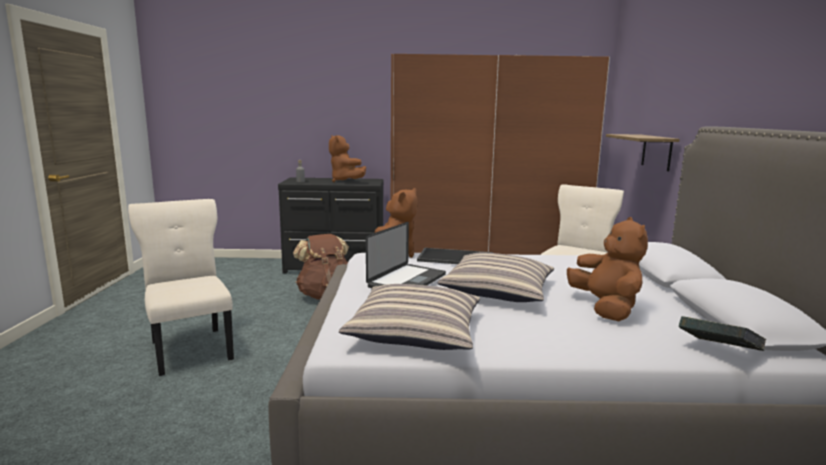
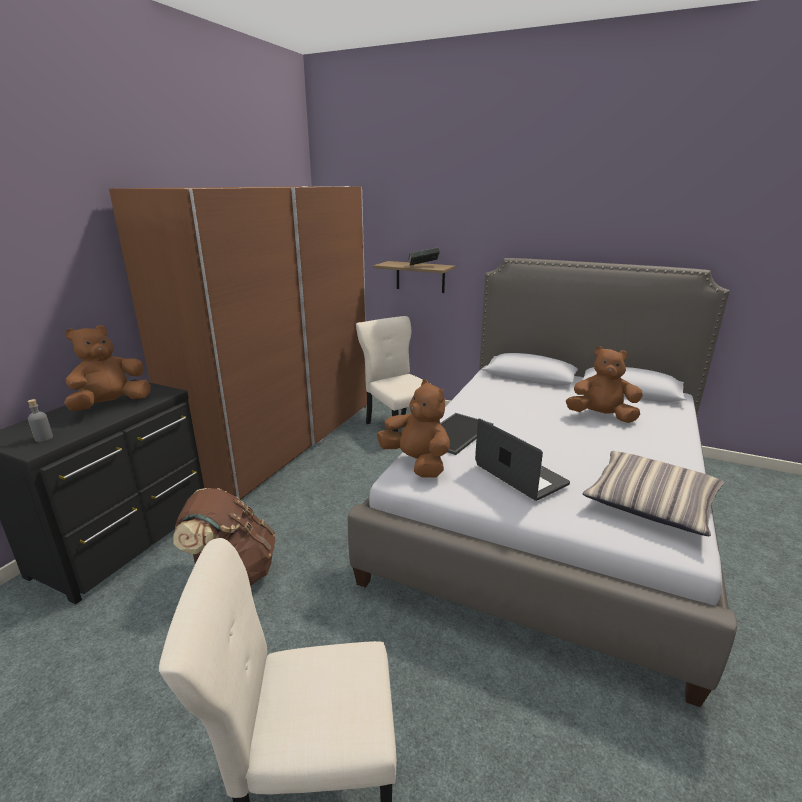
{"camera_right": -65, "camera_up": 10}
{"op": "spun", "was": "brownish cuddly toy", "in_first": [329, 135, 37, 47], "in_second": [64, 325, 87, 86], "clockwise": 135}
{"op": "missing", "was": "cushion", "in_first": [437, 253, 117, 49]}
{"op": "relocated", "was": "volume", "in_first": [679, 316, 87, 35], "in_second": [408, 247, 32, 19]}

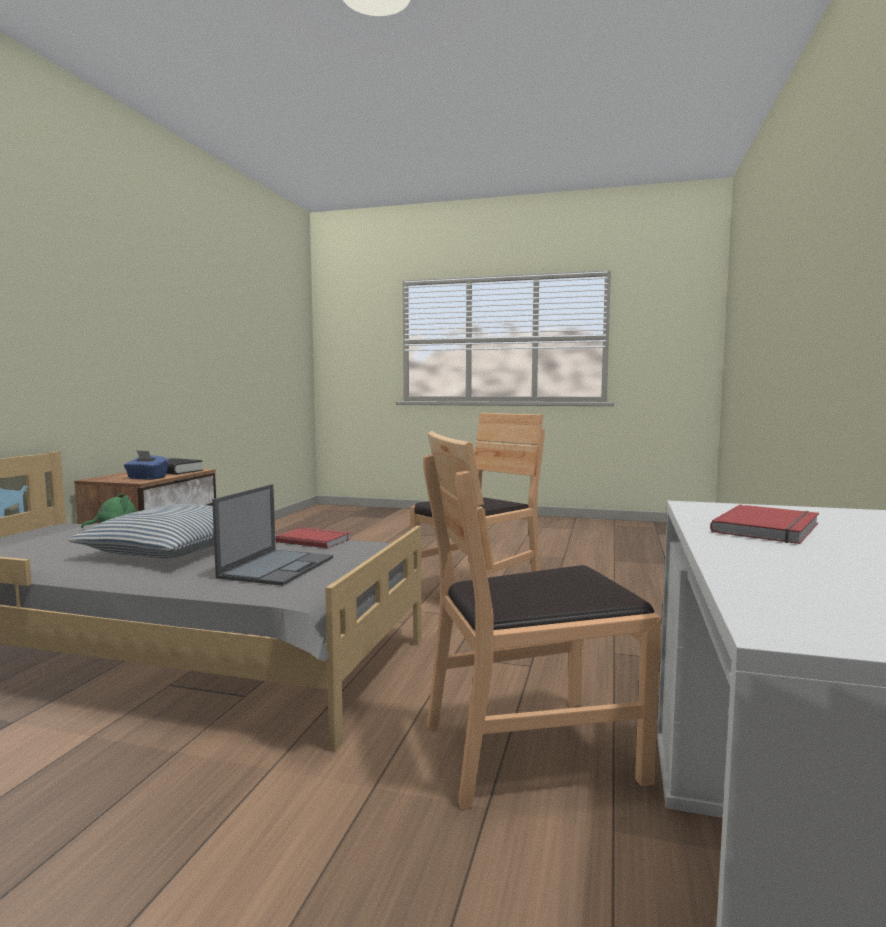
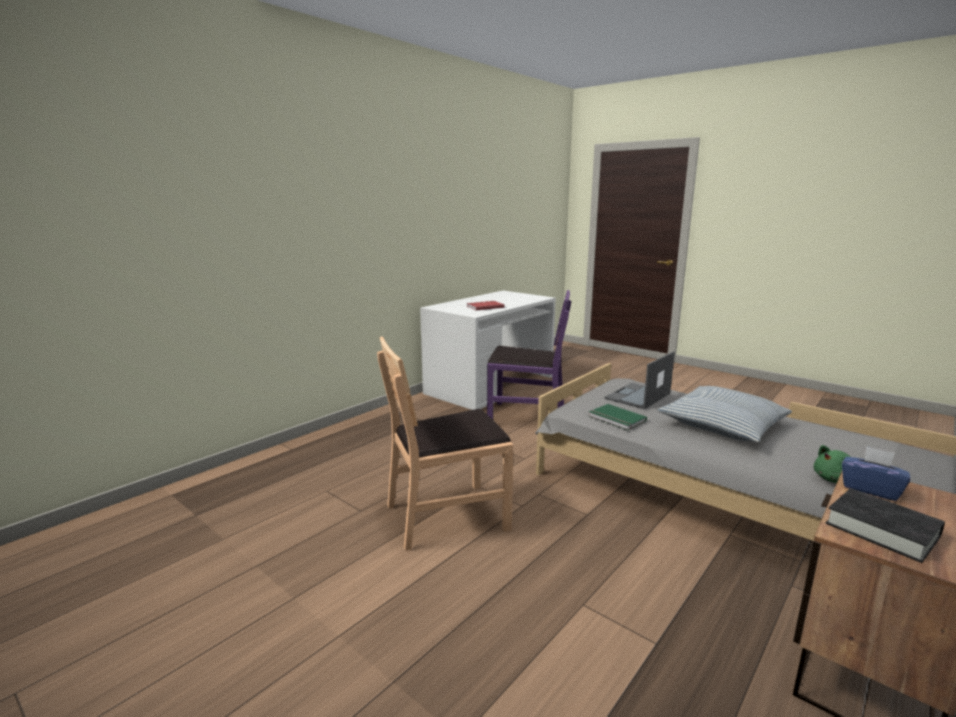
{"camera_right": -155, "camera_up": 10}
{"op": "colour", "was": "brownish plain chair", "now": "purple-coloured plain chair", "in_first": [423, 431, 238, 379], "in_second": [487, 290, 84, 130]}
{"op": "colour", "was": "red volume", "now": "green volume", "in_first": [275, 527, 76, 21], "in_second": [589, 404, 58, 26]}

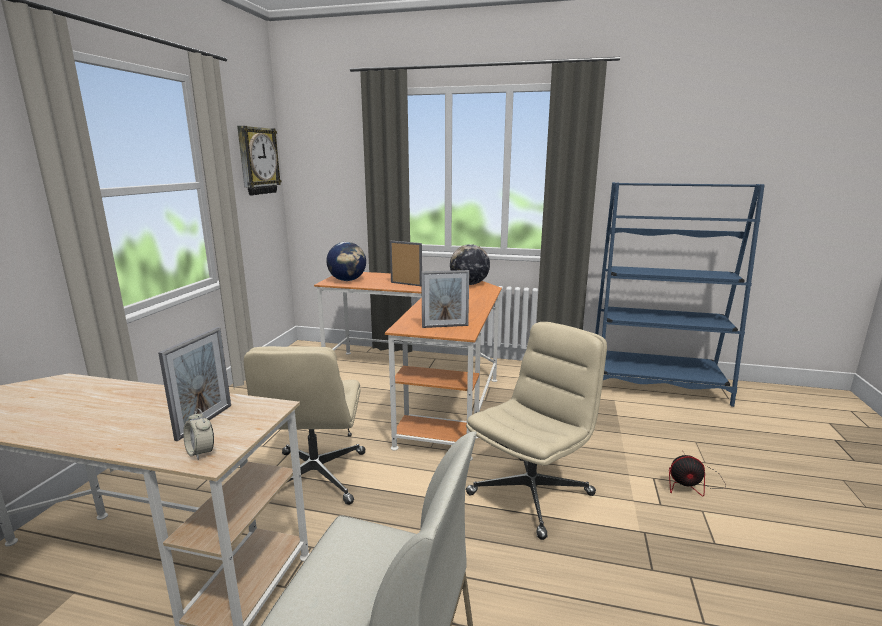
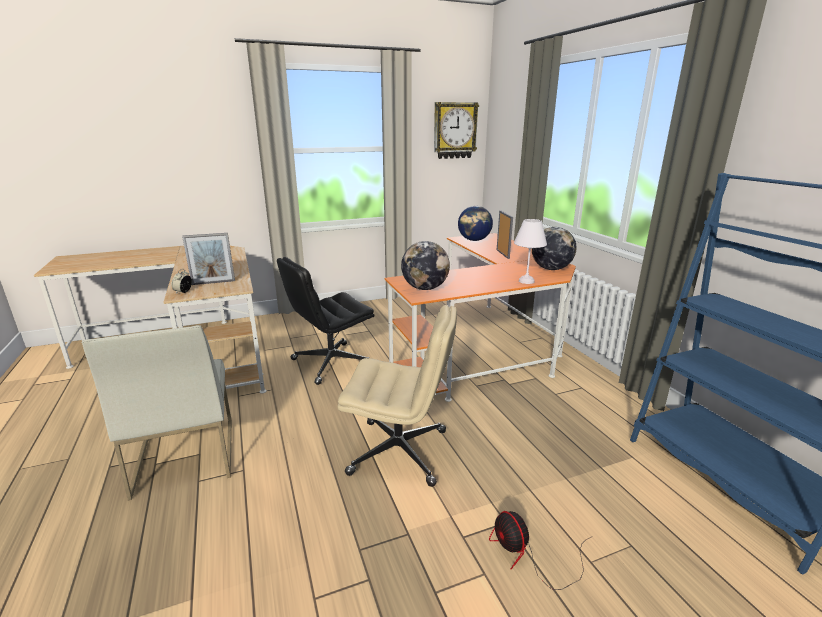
{"camera_right": 55, "camera_up": 5}
{"op": "exchanged", "was": "photo frame", "now": "world globe", "in_first": [421, 270, 48, 58], "in_second": [401, 241, 49, 49]}
{"op": "colour", "was": "sand-coloured office chair", "now": "black office chair", "in_first": [244, 346, 121, 159], "in_second": [277, 257, 97, 128]}
{"op": "appeared", "now": "whitish tabletop lamp", "in_second": [514, 219, 33, 65]}

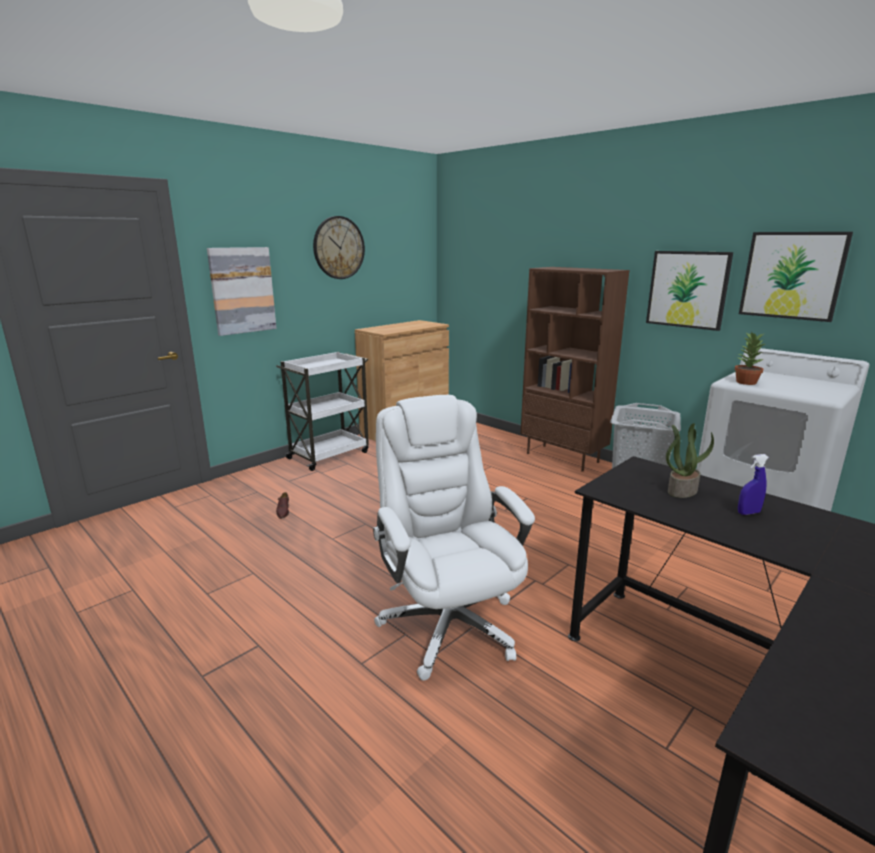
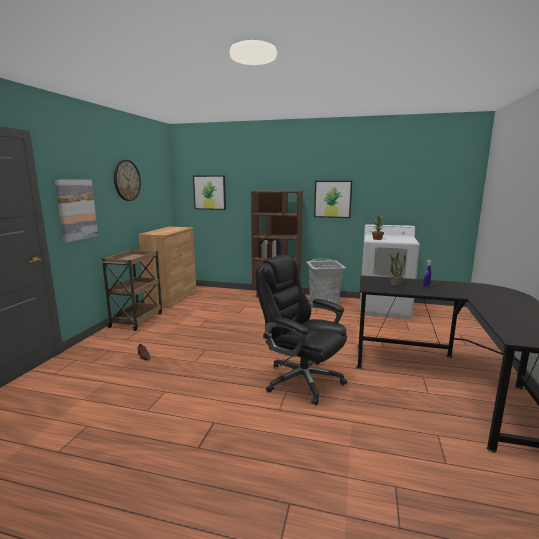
{"camera_right": -30, "camera_up": -5}
{"op": "relocated", "was": "picture", "in_first": [739, 232, 114, 90], "in_second": [193, 175, 33, 35]}
{"op": "colour", "was": "whitish cart", "now": "brownish cart", "in_first": [276, 352, 93, 119], "in_second": [101, 250, 61, 81]}
{"op": "colour", "was": "whitish office chair", "now": "black office chair", "in_first": [373, 395, 162, 286], "in_second": [256, 255, 91, 150]}

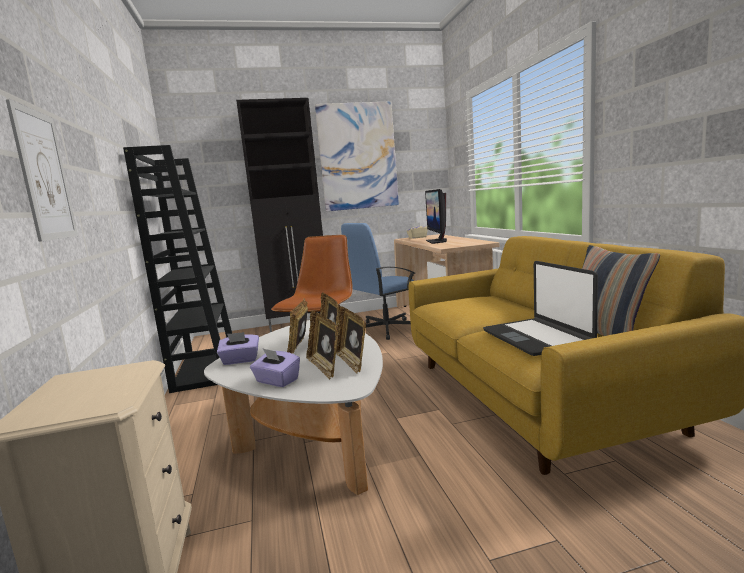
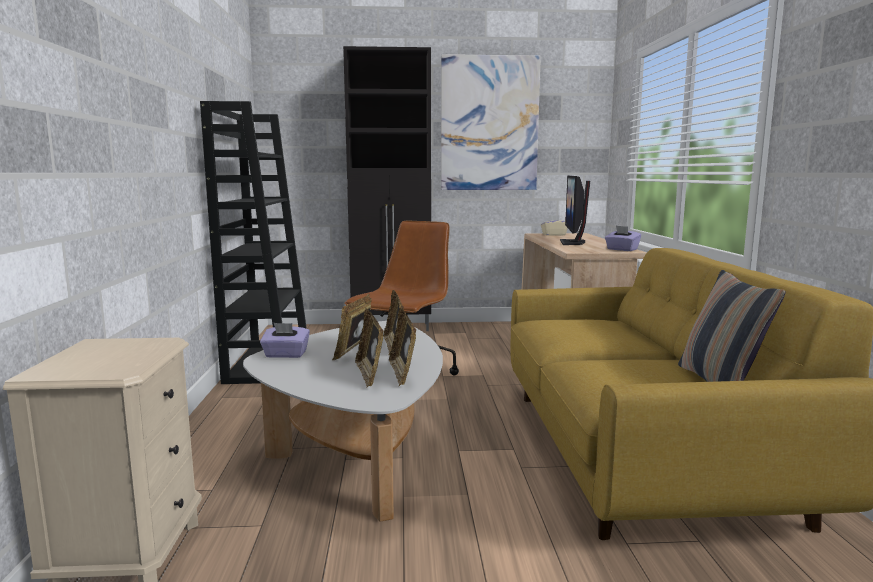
{"camera_right": 10, "camera_up": 0}
{"op": "missing", "was": "picture", "in_first": [6, 99, 72, 143]}
{"op": "missing", "was": "blue office chair", "in_first": [341, 223, 74, 117]}
{"op": "missing", "was": "portable computer", "in_first": [483, 261, 115, 95]}
{"op": "relocated", "was": "purple-coloured box of tissues", "in_first": [250, 348, 50, 39], "in_second": [605, 226, 36, 25]}

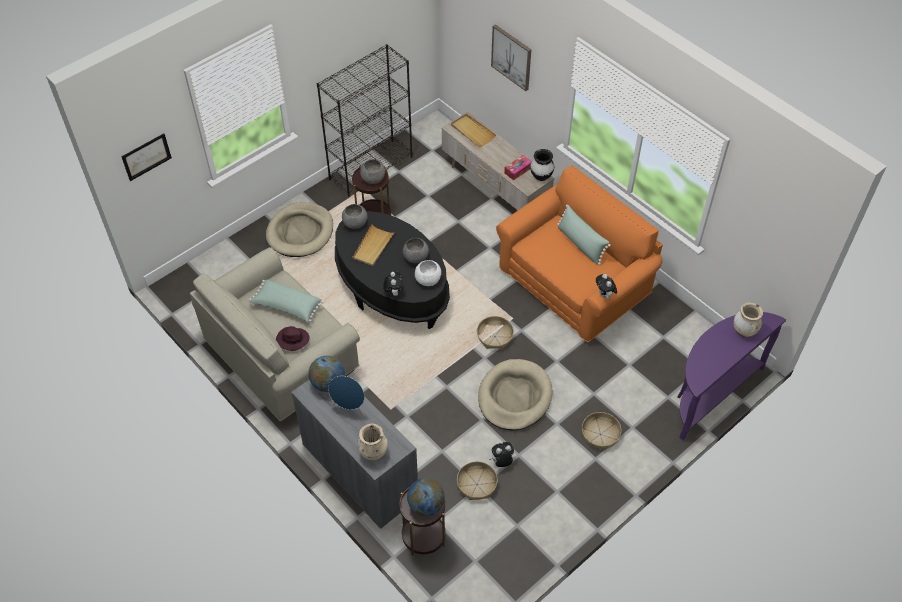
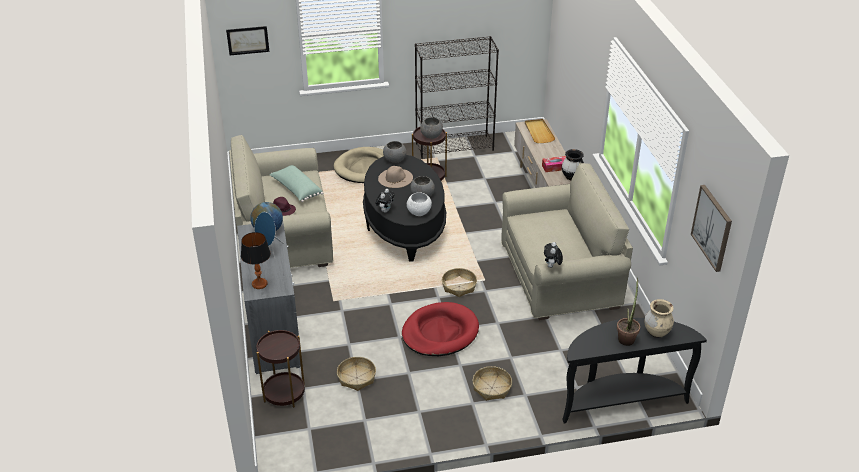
{"camera_right": 30, "camera_up": -15}
{"op": "relocated", "was": "picture", "in_first": [491, 24, 40, 67], "in_second": [691, 185, 41, 87]}
{"op": "colour", "was": "orangey settee", "now": "sand-coloured settee", "in_first": [496, 165, 167, 177], "in_second": [501, 163, 132, 157]}
{"op": "missing", "was": "green cushion", "in_first": [557, 205, 54, 60]}
{"op": "exchanged", "was": "sand-coloured carrying tray", "now": "sand-coloured hat", "in_first": [352, 224, 43, 42], "in_second": [378, 166, 35, 22]}
{"op": "colour", "was": "purple-coloured narrow table", "now": "black narrow table", "in_first": [678, 312, 108, 128], "in_second": [562, 318, 145, 106]}
{"op": "colour", "was": "sand-coloured dog bed", "now": "red dog bed", "in_first": [478, 359, 75, 72], "in_second": [402, 302, 77, 54]}
{"op": "exchanged", "was": "sand-coloured decorative vase", "now": "tabletop lamp", "in_first": [357, 424, 31, 36], "in_second": [241, 232, 30, 57]}
{"op": "missing", "was": "cuddly toy", "in_first": [489, 442, 25, 25]}
{"op": "missing", "was": "world globe", "in_first": [407, 478, 38, 38]}
{"op": "appeared", "now": "plant in a pot", "in_second": [617, 278, 23, 68]}

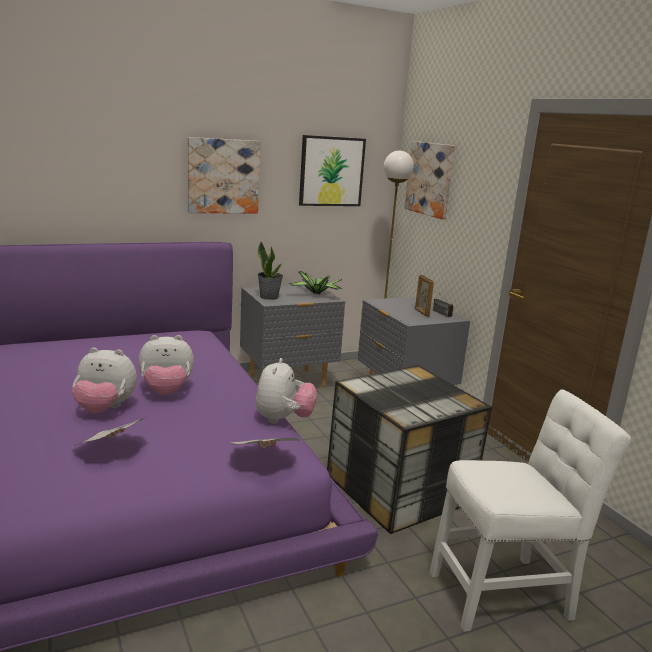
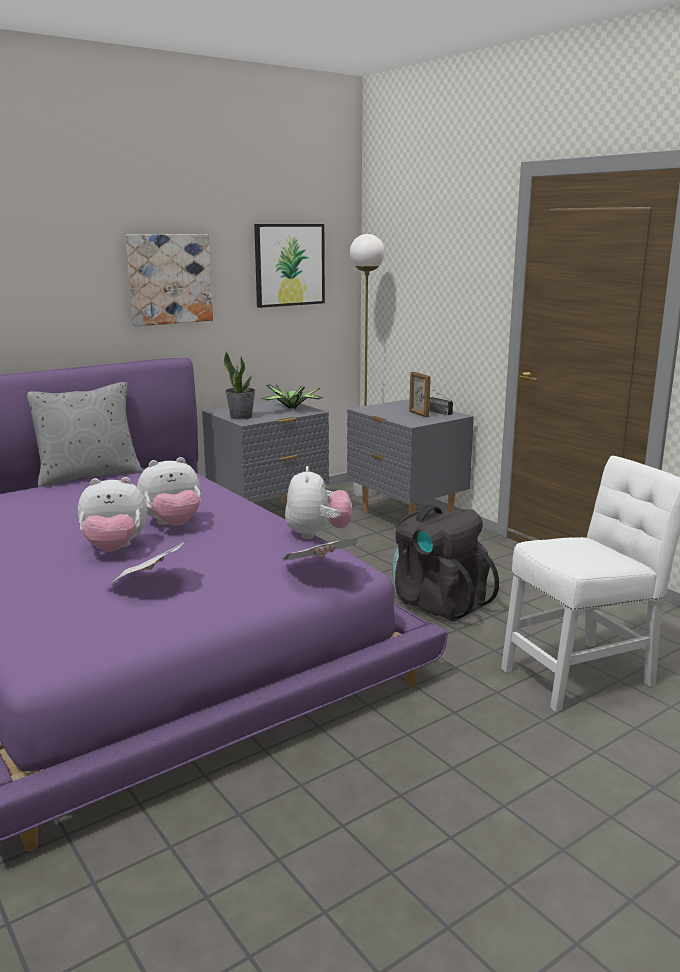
{"camera_right": -10, "camera_up": 0}
{"op": "missing", "was": "picture", "in_first": [404, 141, 51, 78]}
{"op": "exchanged", "was": "storage container", "now": "black knapsack", "in_first": [327, 365, 165, 169], "in_second": [392, 505, 107, 117]}
{"op": "appeared", "now": "grey cushion", "in_second": [27, 382, 115, 105]}

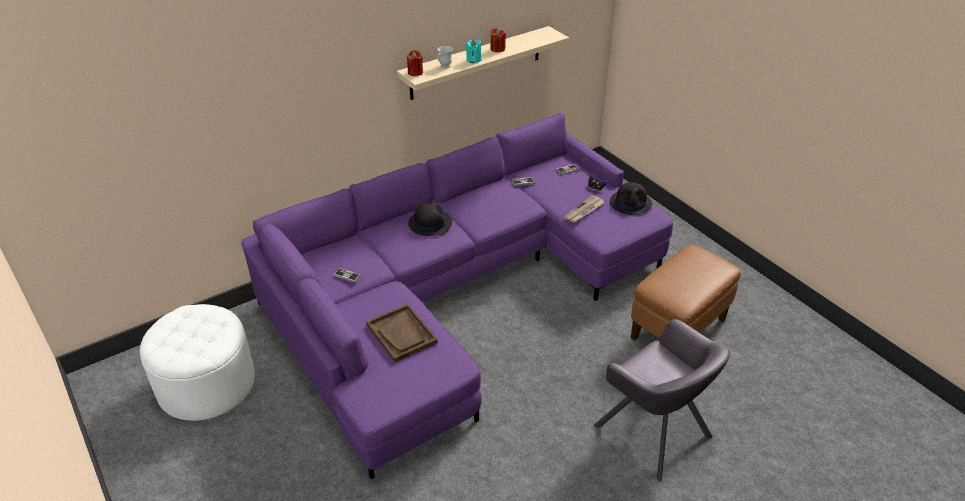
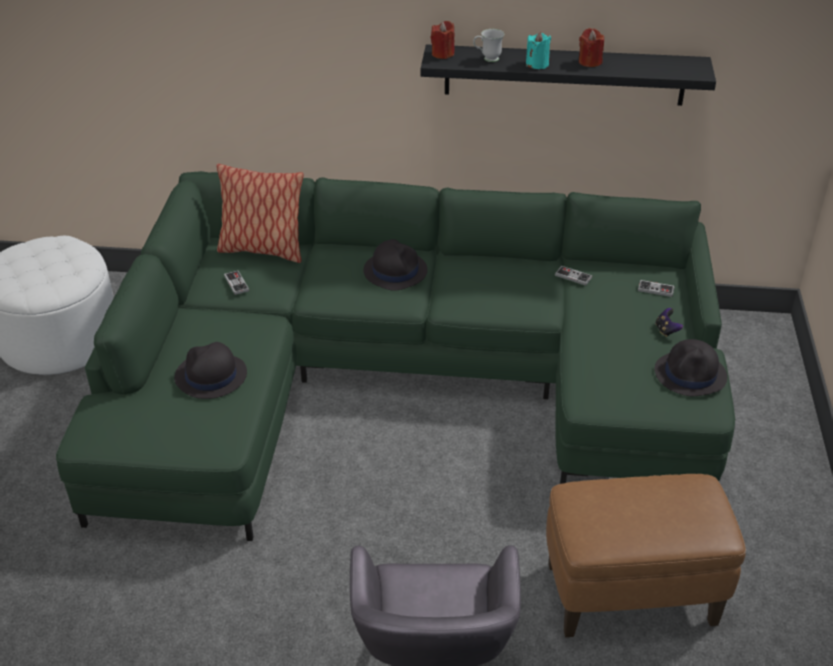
{"camera_right": 40, "camera_up": 0}
{"op": "colour", "was": "sand-coloured shelf", "now": "black shelf", "in_first": [397, 26, 172, 74], "in_second": [421, 44, 295, 62]}
{"op": "colour", "was": "purple-coloured settee", "now": "green settee", "in_first": [241, 112, 432, 367], "in_second": [56, 171, 679, 370]}
{"op": "missing", "was": "newspaper", "in_first": [564, 195, 41, 28]}
{"op": "exchanged", "was": "brownish carrying tray", "now": "black hat", "in_first": [366, 304, 72, 58], "in_second": [174, 342, 73, 57]}
{"op": "appeared", "now": "cushion", "in_second": [216, 164, 88, 99]}

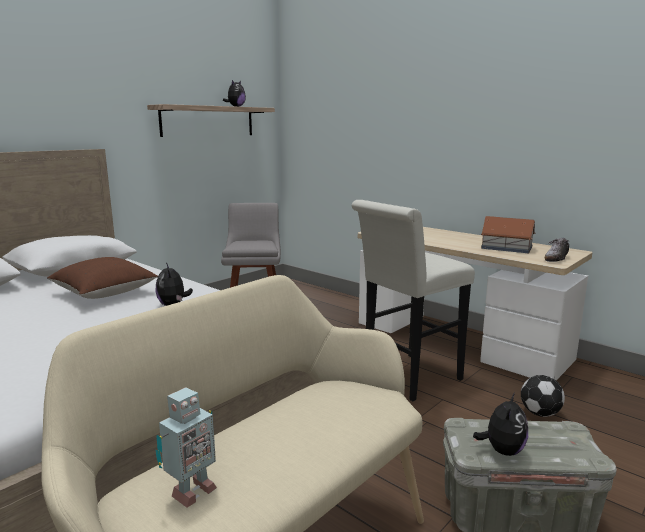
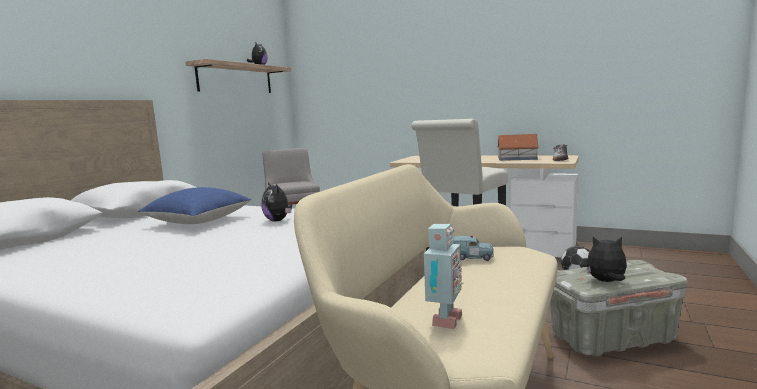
{"camera_right": -15, "camera_up": -5}
{"op": "colour", "was": "brownish cushion", "now": "blue cushion", "in_first": [47, 257, 111, 42], "in_second": [138, 187, 113, 37]}
{"op": "spun", "was": "cuddly toy", "in_first": [473, 393, 55, 63], "in_second": [587, 237, 40, 45], "clockwise": -90}
{"op": "appeared", "now": "blue miniature car", "in_second": [453, 235, 41, 26]}

